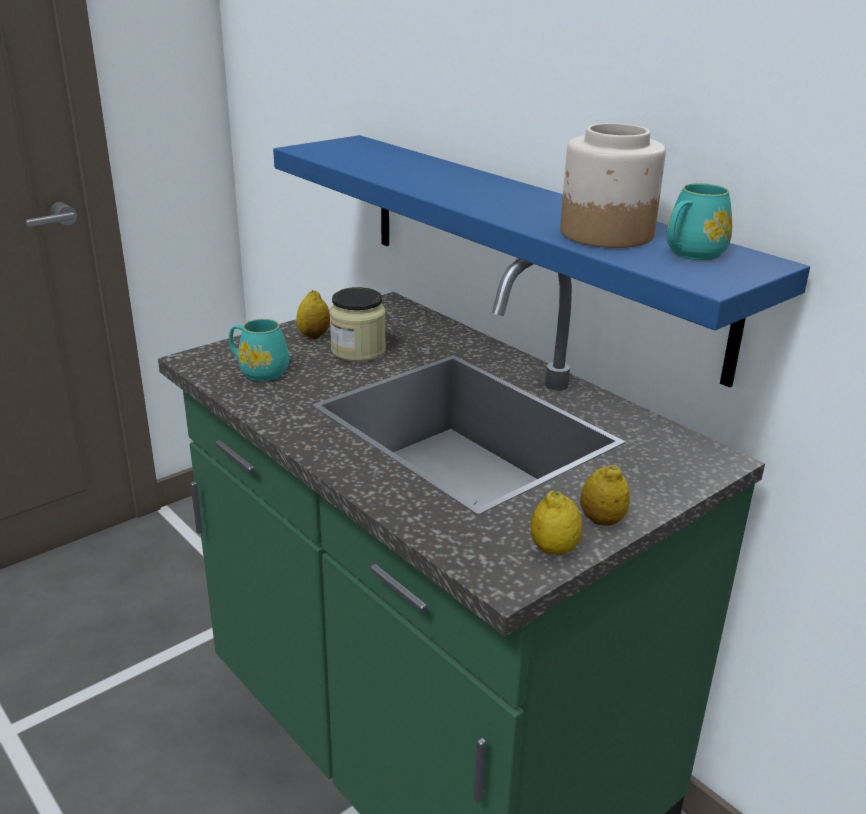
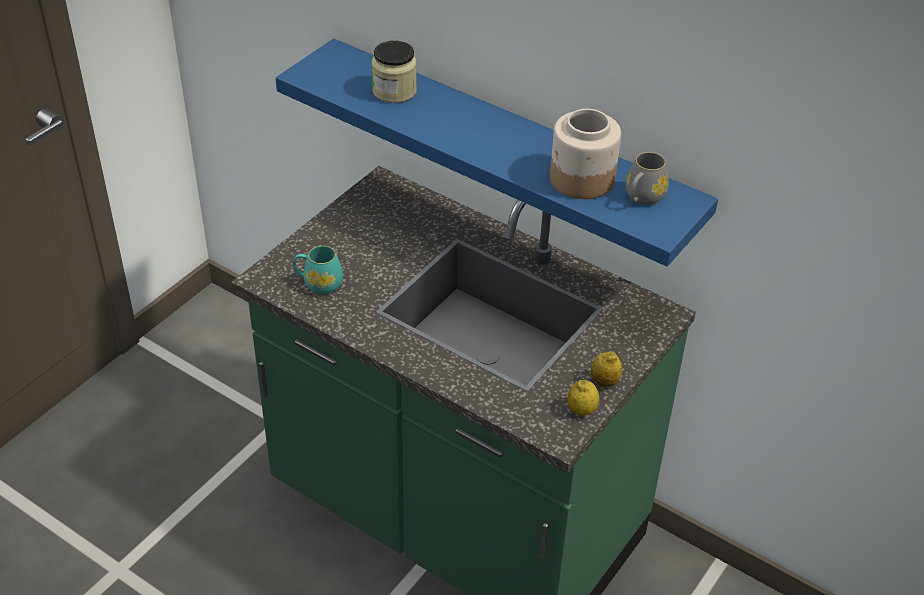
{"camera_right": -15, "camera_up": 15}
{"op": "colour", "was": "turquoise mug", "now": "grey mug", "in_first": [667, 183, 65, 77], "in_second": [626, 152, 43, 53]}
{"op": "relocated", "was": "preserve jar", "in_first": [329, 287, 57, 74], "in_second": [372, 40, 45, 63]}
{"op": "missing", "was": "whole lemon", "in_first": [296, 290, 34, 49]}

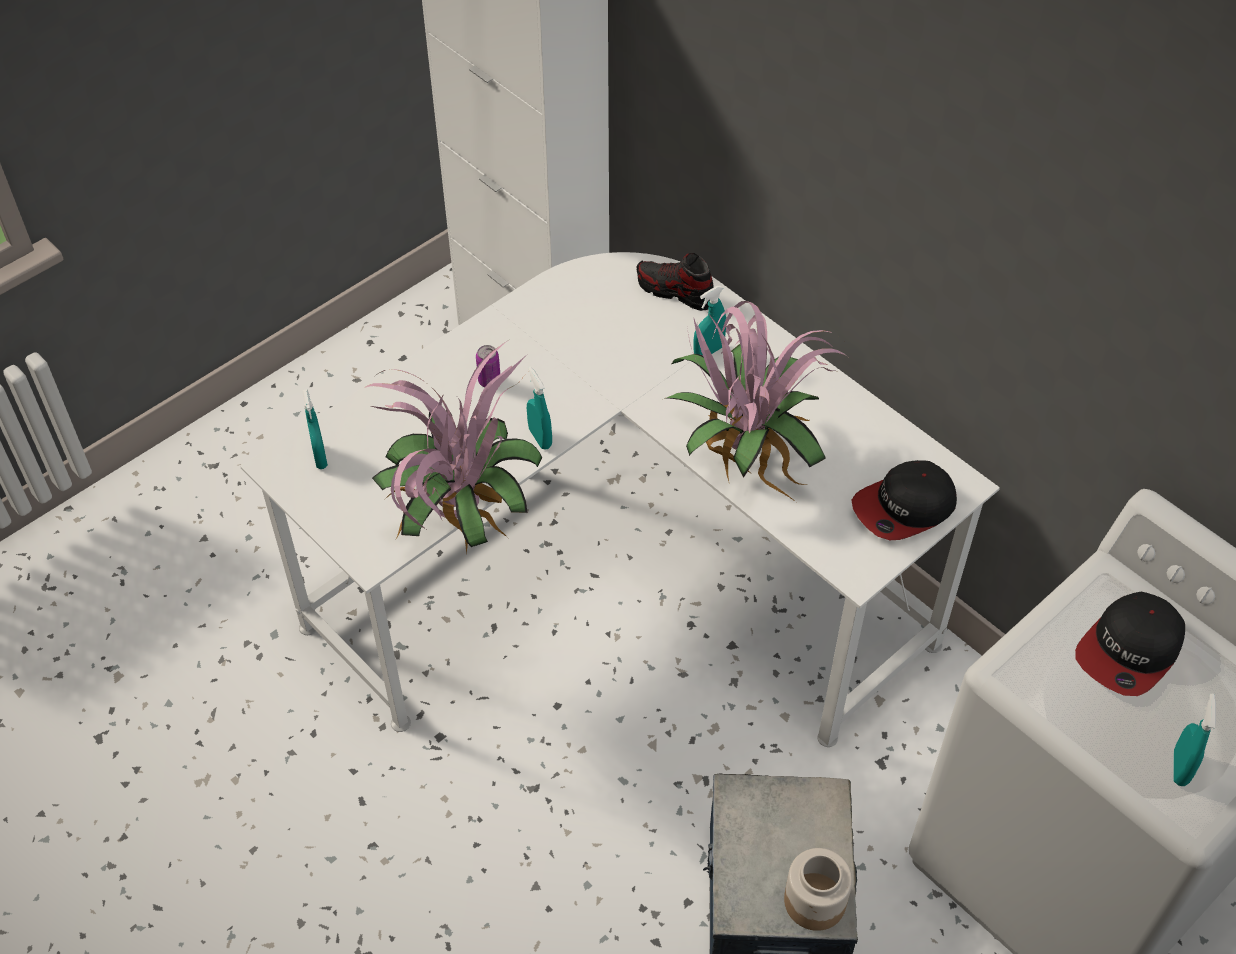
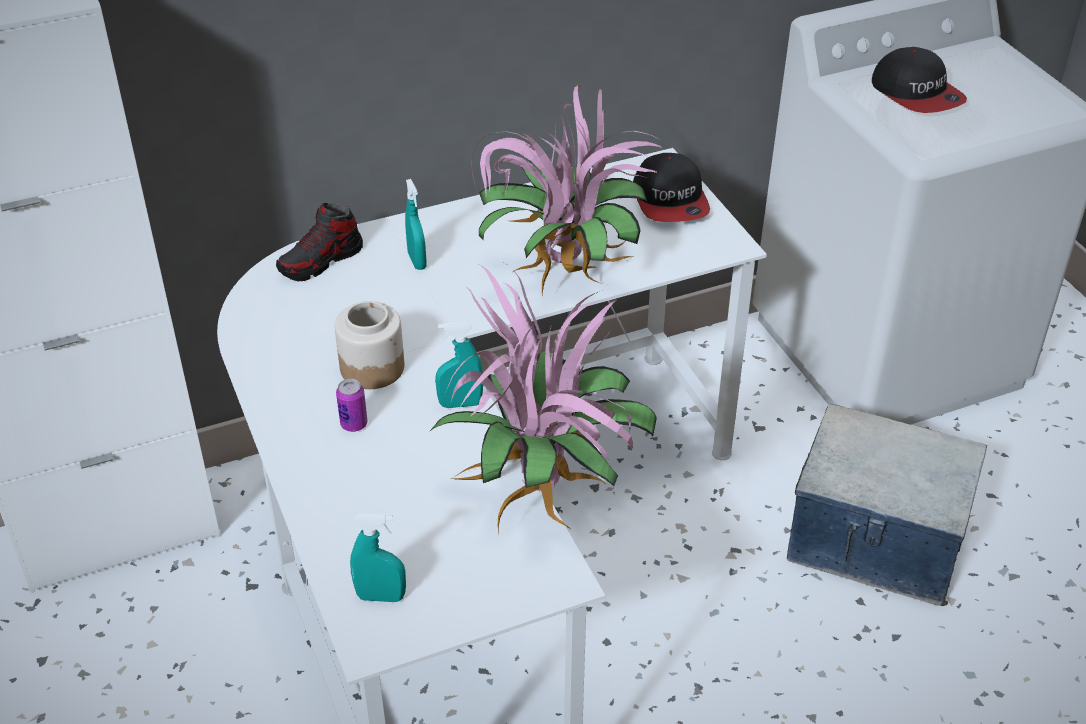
{"camera_right": -70, "camera_up": -10}
{"op": "missing", "was": "turquoise sprayer", "in_first": [1173, 694, 43, 92]}
{"op": "relocated", "was": "preserve jar", "in_first": [784, 848, 68, 83], "in_second": [335, 301, 69, 88]}

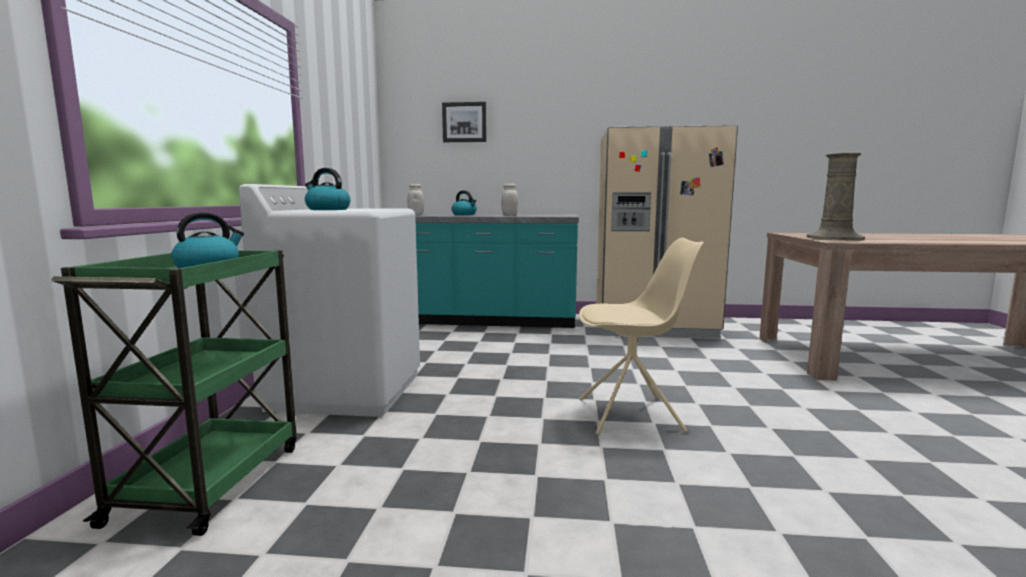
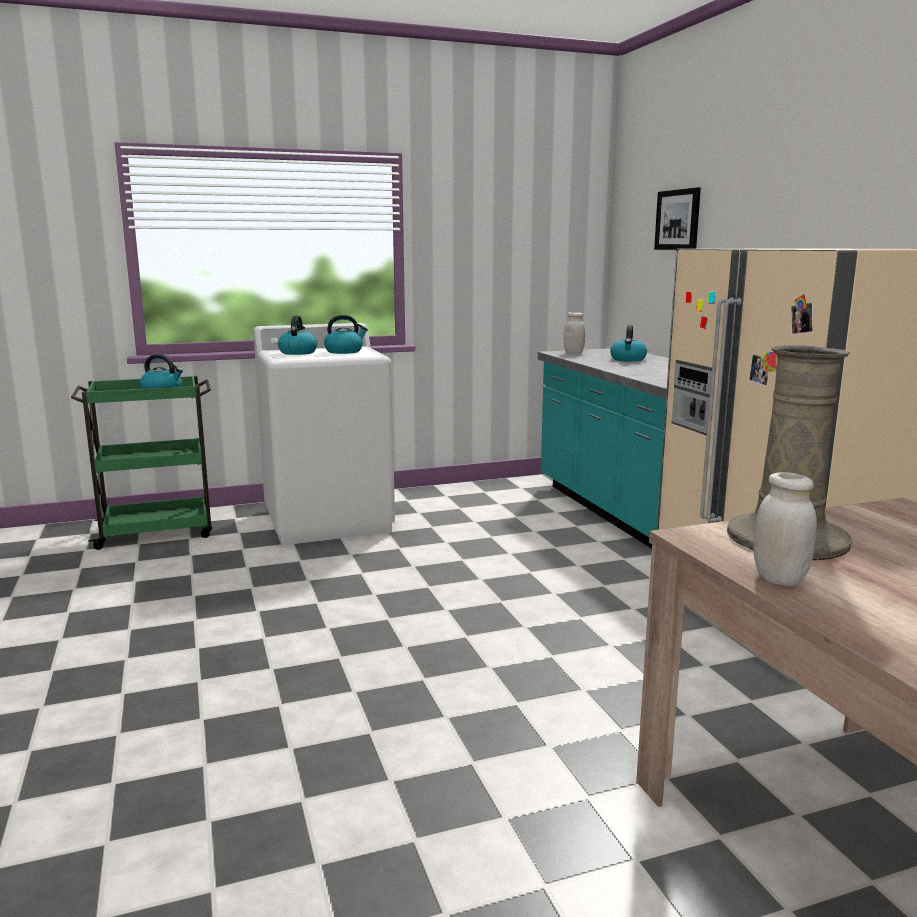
{"camera_right": 65, "camera_up": 5}
{"op": "relocated", "was": "whitish preserve jar", "in_first": [501, 184, 17, 32], "in_second": [753, 472, 64, 114]}
{"op": "missing", "was": "sand-coloured plain chair", "in_first": [579, 238, 125, 197]}
{"op": "appeared", "now": "kettle", "in_second": [324, 315, 44, 39]}

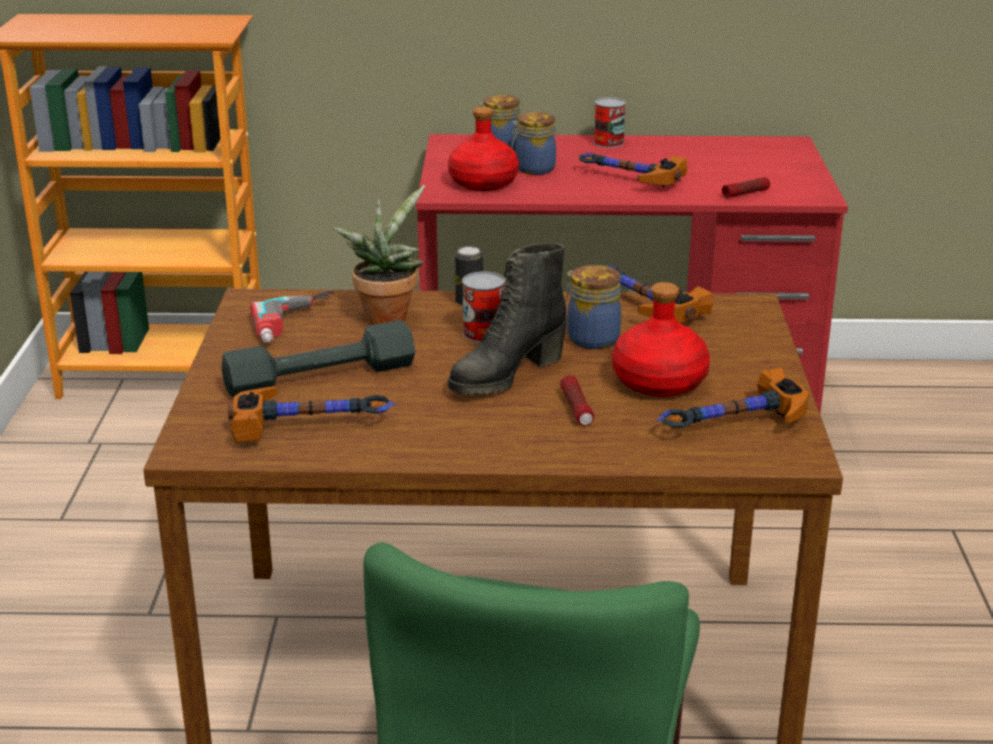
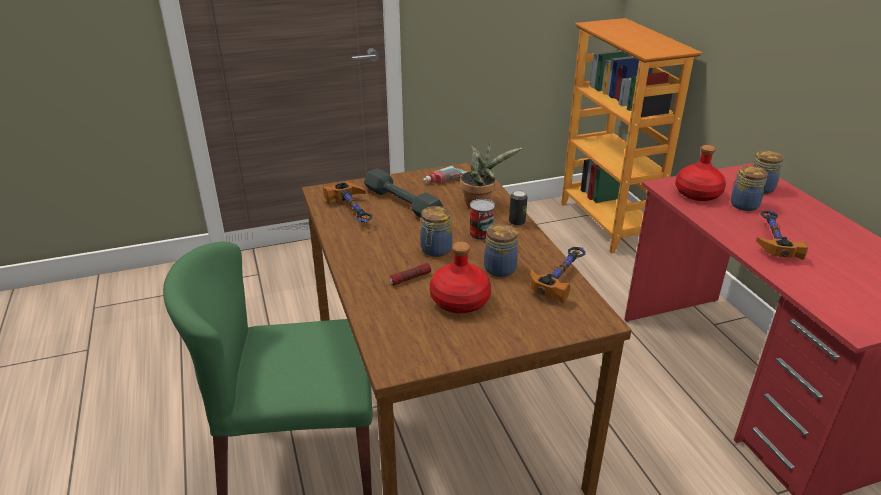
{"camera_right": 70, "camera_up": 5}
{"op": "missing", "was": "can", "in_first": [594, 97, 32, 51]}
{"op": "missing", "was": "flashlight", "in_first": [722, 177, 48, 21]}
{"op": "exchanged", "was": "black tall boot", "now": "preserve jar", "in_first": [448, 243, 118, 152], "in_second": [420, 206, 32, 51]}
{"op": "missing", "was": "tool hammer", "in_first": [657, 368, 152, 60]}

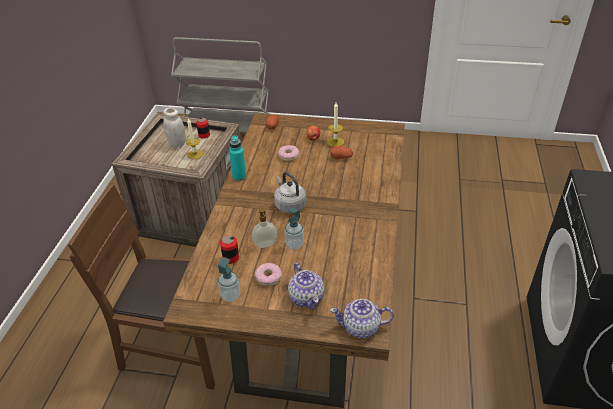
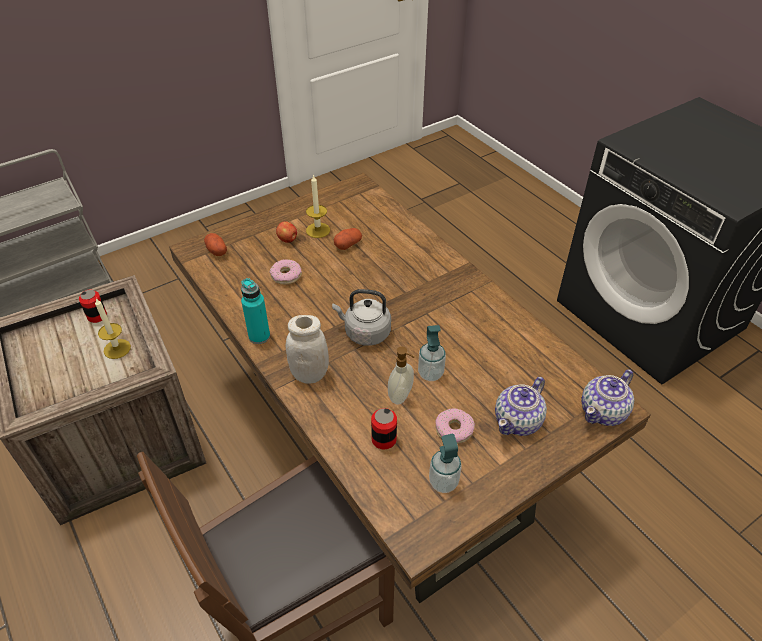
{"camera_right": -45, "camera_up": 5}
{"op": "relocated", "was": "whitish preserve jar", "in_first": [163, 108, 23, 39], "in_second": [286, 315, 43, 68]}
{"op": "spun", "was": "pot for tea", "in_first": [288, 262, 37, 47], "in_second": [495, 377, 52, 59], "clockwise": 105}

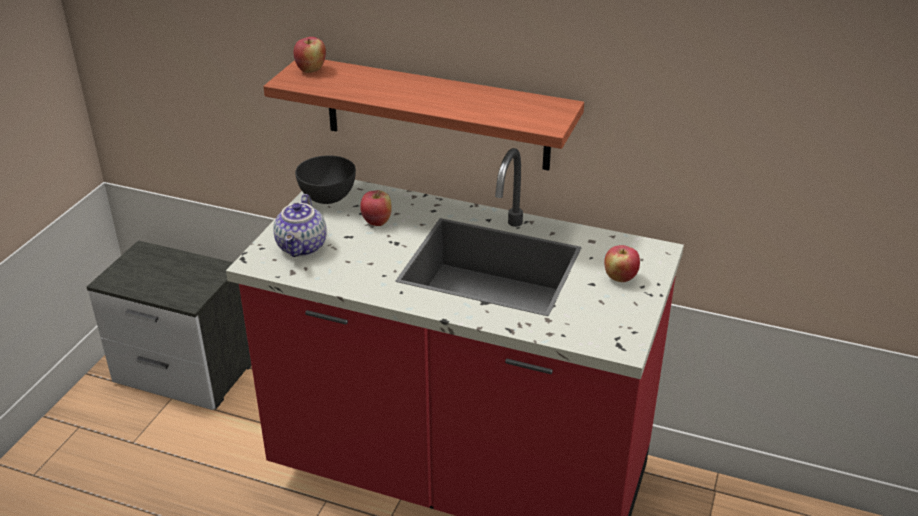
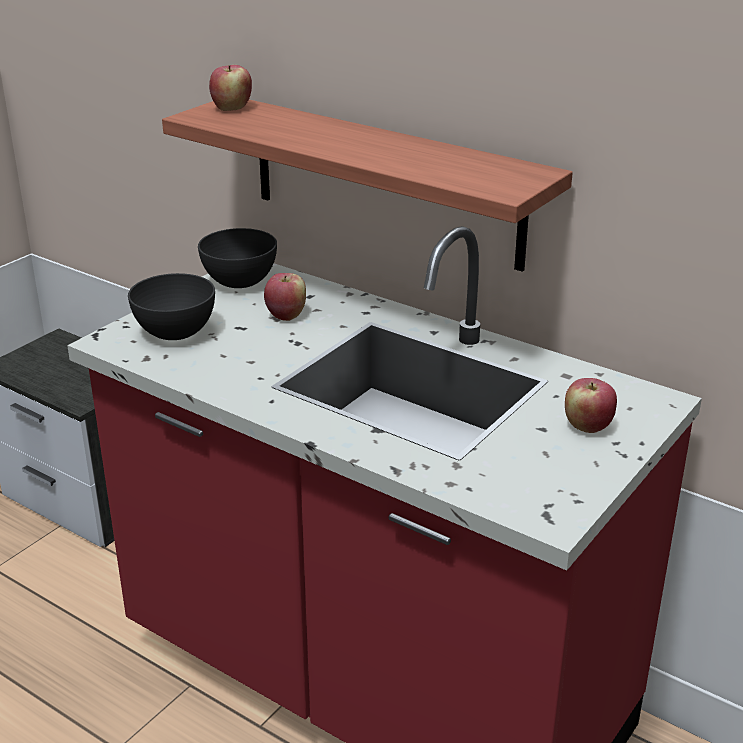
{"camera_right": 15, "camera_up": -5}
{"op": "exchanged", "was": "pot for tea", "now": "grey bowl", "in_first": [273, 194, 54, 63], "in_second": [128, 273, 87, 67]}

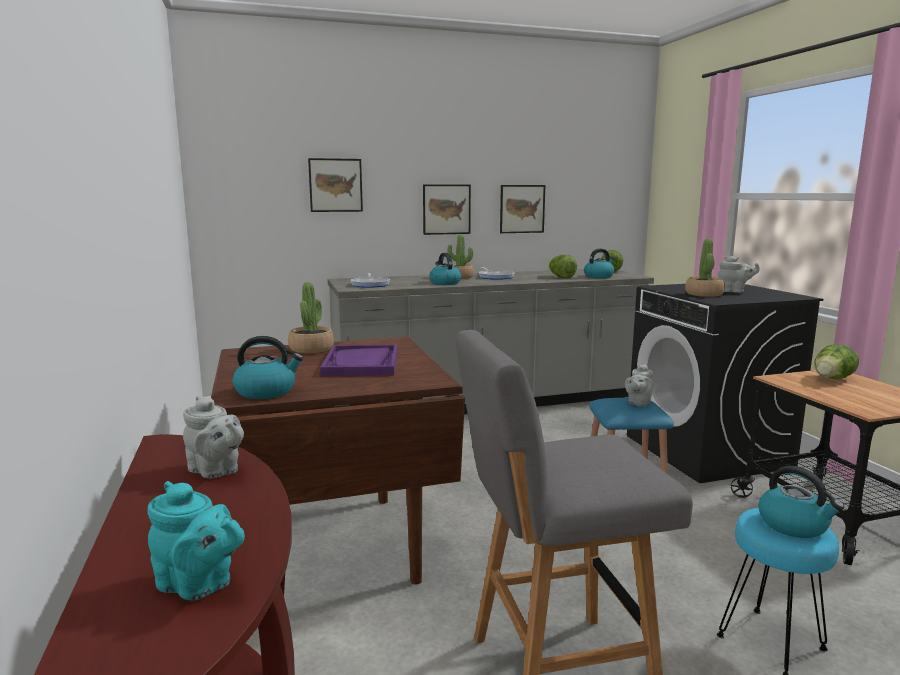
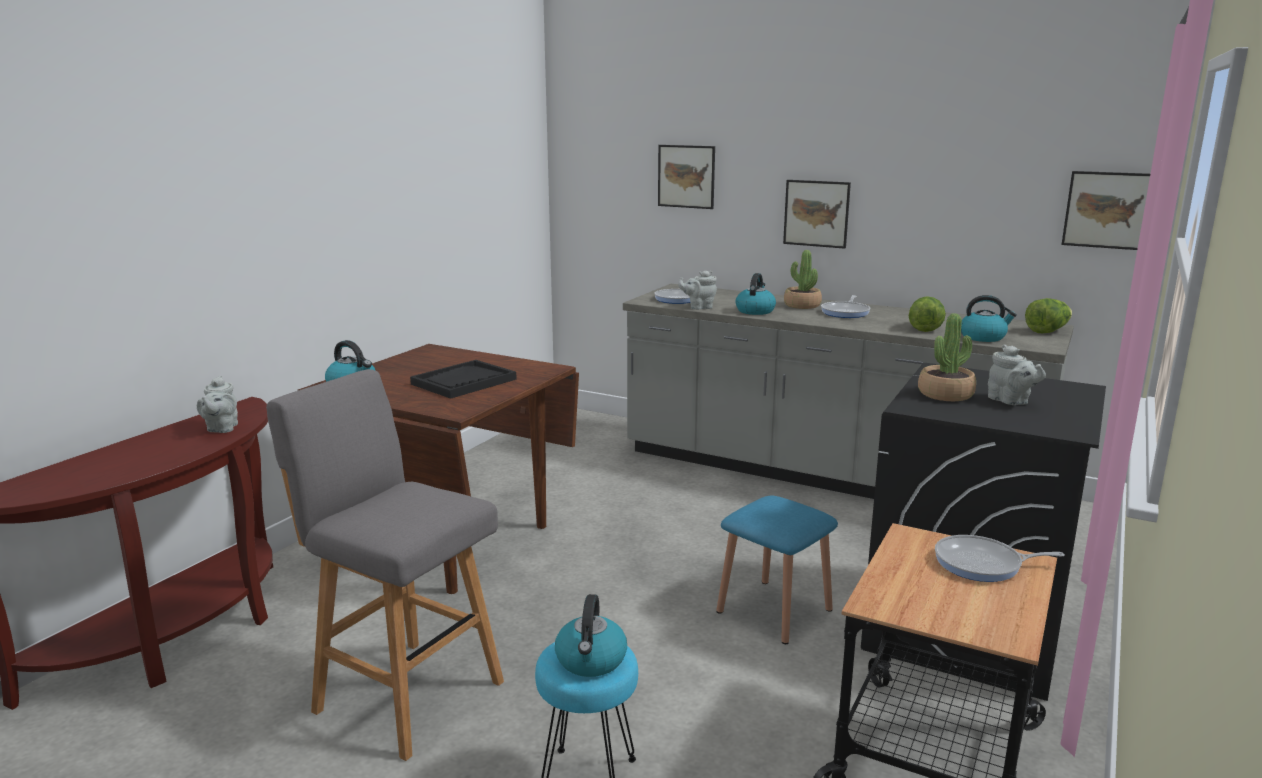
{"camera_right": 45, "camera_up": 5}
{"op": "relocated", "was": "picture", "in_first": [500, 185, 45, 48], "in_second": [1061, 171, 89, 79]}
{"op": "missing", "was": "plant in a pot", "in_first": [288, 282, 46, 71]}
{"op": "exchanged", "was": "head of lettuce", "now": "skillet", "in_first": [815, 344, 44, 35], "in_second": [935, 535, 129, 47]}
{"op": "colour", "was": "purple-coloured carrying tray", "now": "black carrying tray", "in_first": [320, 345, 78, 31], "in_second": [410, 360, 107, 39]}
{"op": "relocated", "was": "grey pot for tea", "in_first": [625, 364, 28, 43], "in_second": [678, 270, 39, 40]}
{"op": "missing", "was": "turquoise pot for tea", "in_first": [147, 481, 98, 119]}

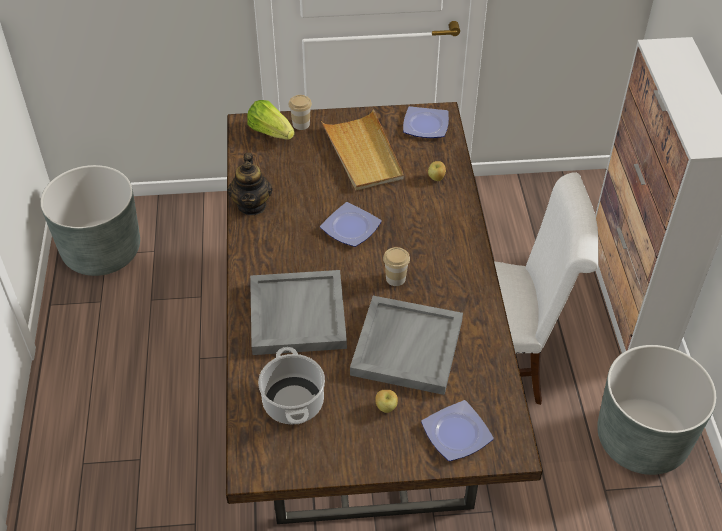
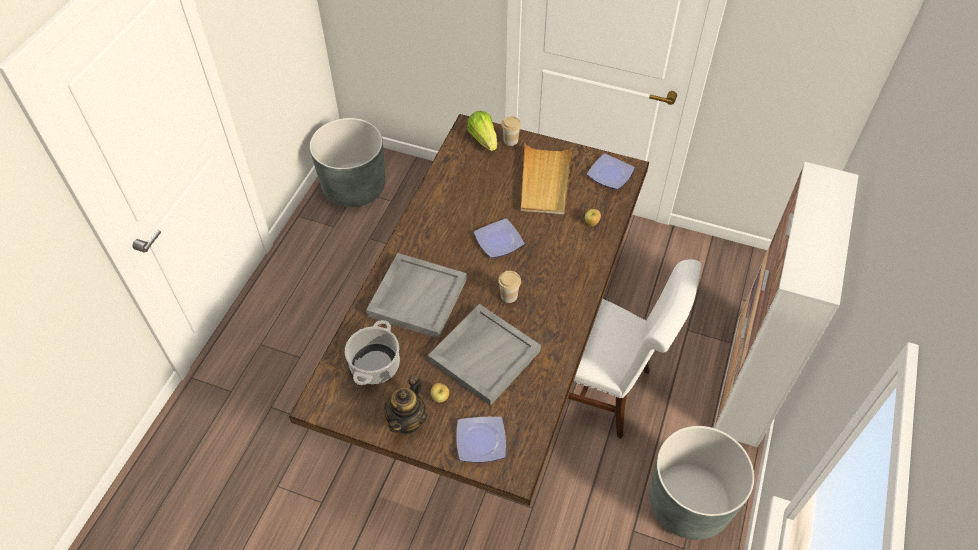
{"camera_right": 25, "camera_up": 5}
{"op": "relocated", "was": "pot for tea", "in_first": [227, 153, 45, 62], "in_second": [384, 374, 43, 61]}

